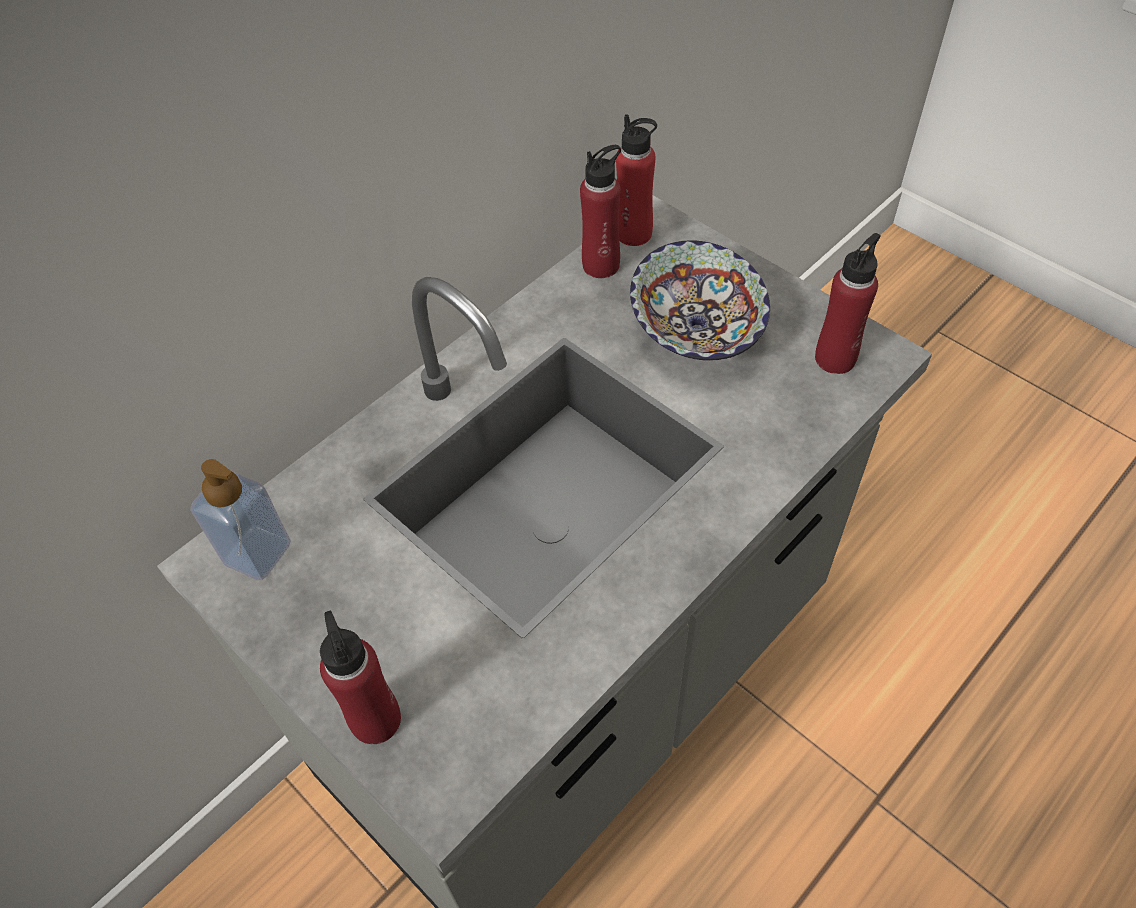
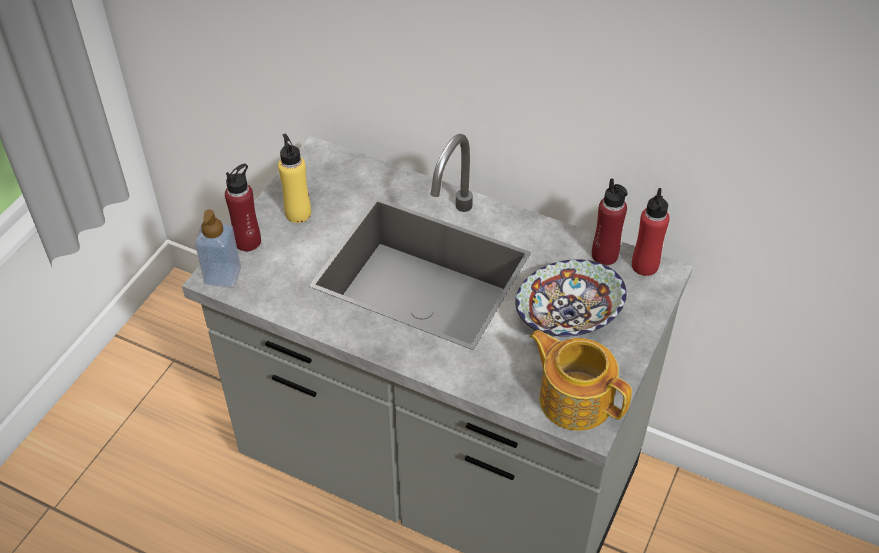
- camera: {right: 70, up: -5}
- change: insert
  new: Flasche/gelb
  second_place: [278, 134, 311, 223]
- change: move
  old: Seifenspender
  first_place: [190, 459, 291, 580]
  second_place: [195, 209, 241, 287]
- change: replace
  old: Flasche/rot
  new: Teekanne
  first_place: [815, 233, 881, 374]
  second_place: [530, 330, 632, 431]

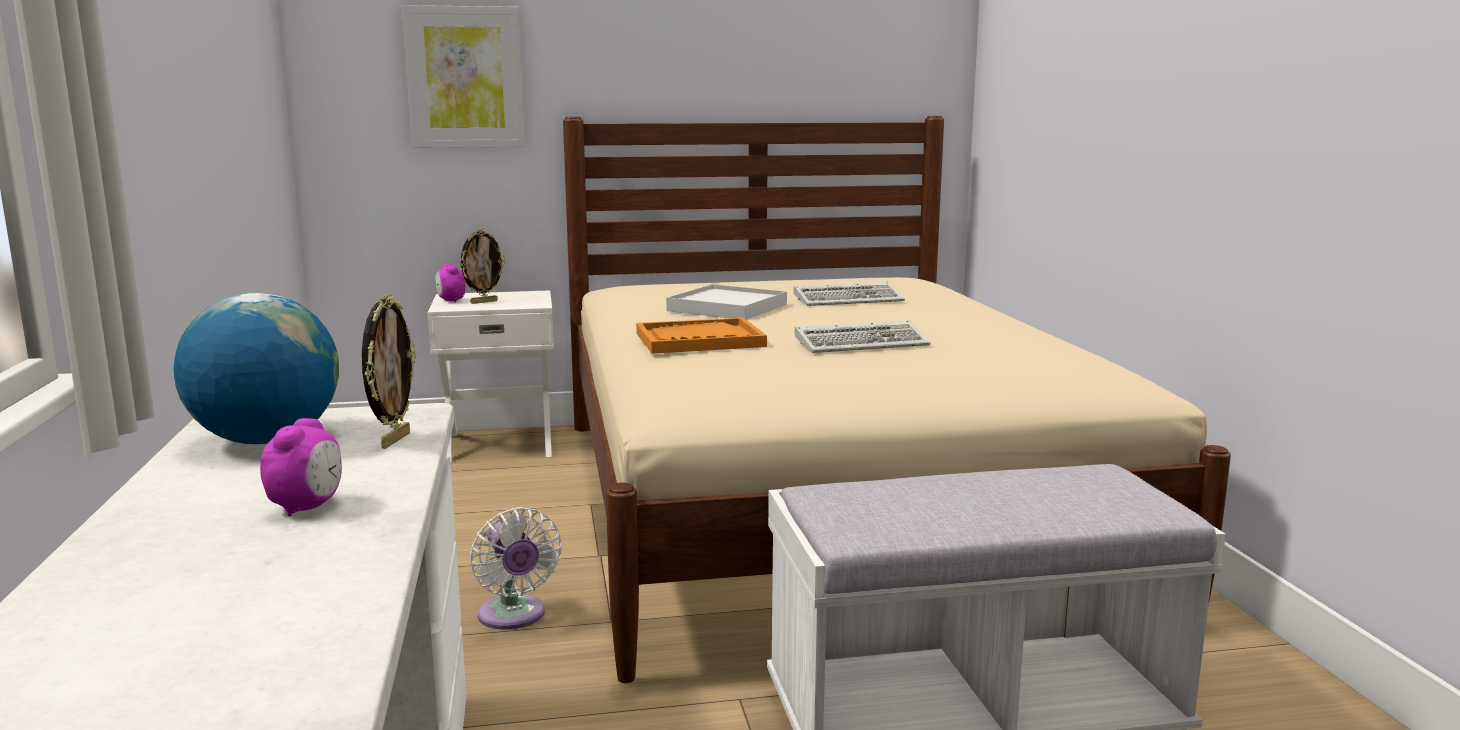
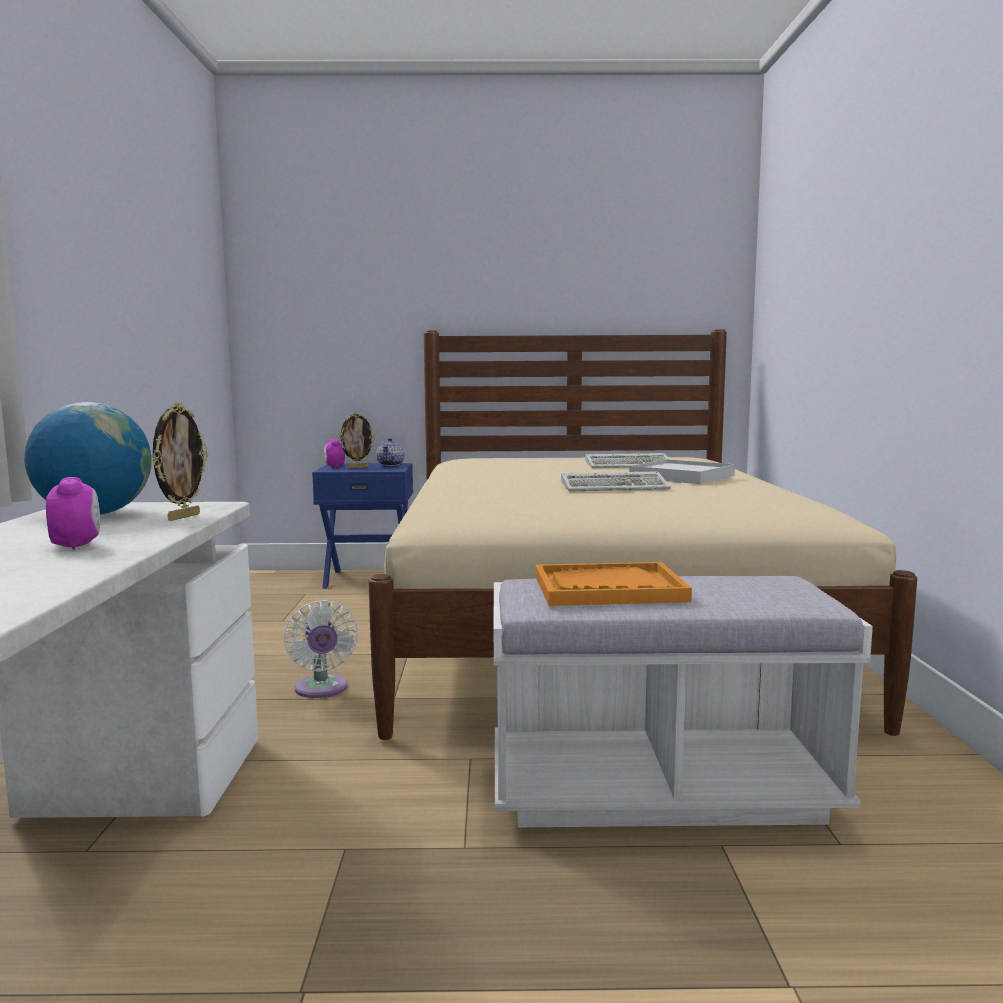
- camera: {right: 10, up: -5}
- change: delete
  old: Bild
  first_place: [402, 5, 525, 148]
- change: insert
  new: Teekanne
  second_place: [376, 438, 404, 466]
- change: move
  old: Tablett/orange
  first_place: [636, 318, 767, 354]
  second_place: [535, 562, 692, 606]
- change: move
  old: Tablett/weiß
  first_place: [666, 284, 787, 320]
  second_place: [629, 459, 735, 484]
- change: recolor
  old: Nachttisch/weiß
  new: Nachttisch/blau
  first_place: [428, 290, 554, 461]
  second_place: [312, 463, 413, 589]
- change: rotate
  old: Wecker
  first_place: [260, 418, 342, 517]
  second_place: [46, 477, 100, 549]
  degrees: -45

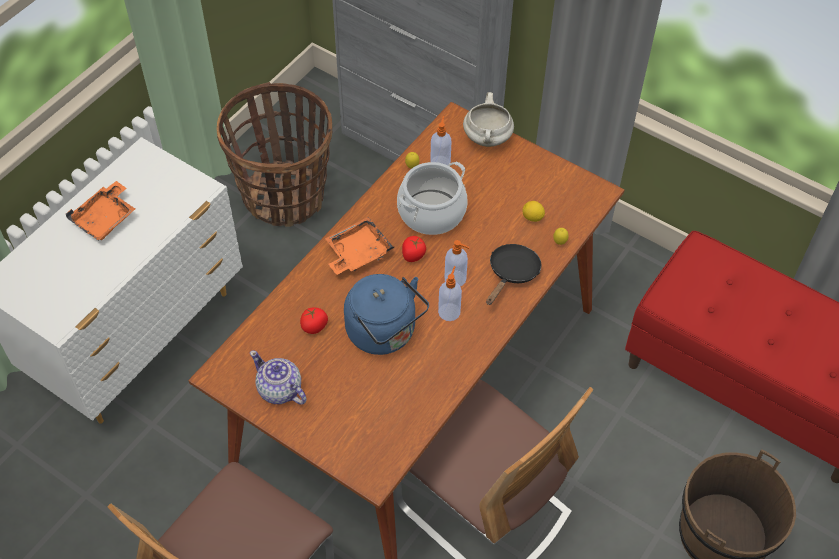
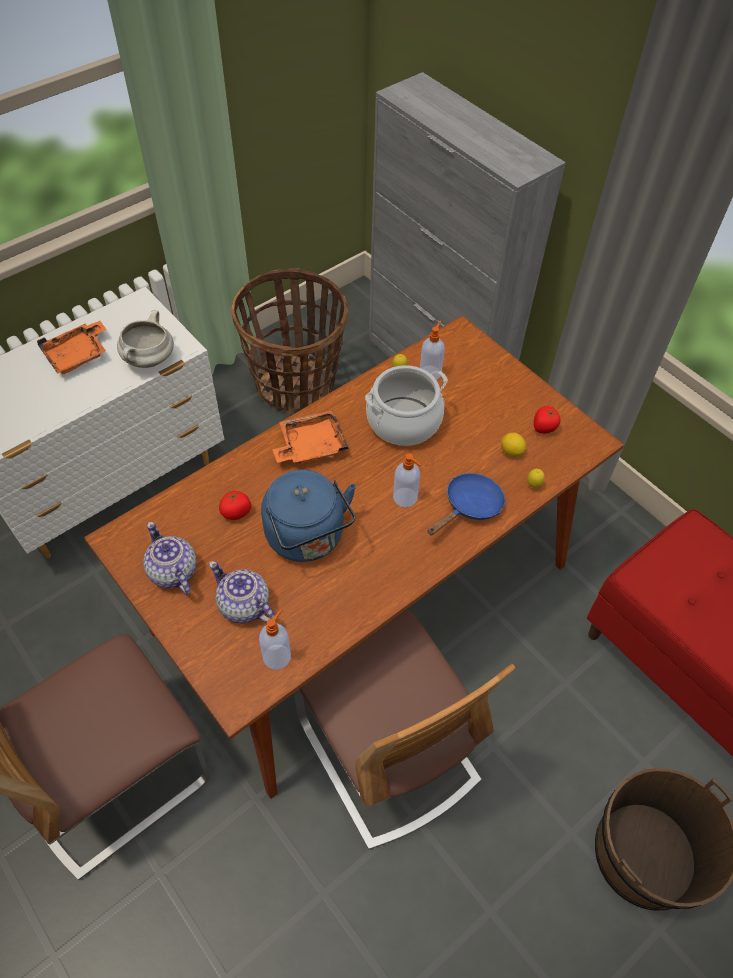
- camera: {right: 15, up: 0}
- change: insert
  new: Teekanne
  second_place: [209, 561, 275, 624]
- change: move
  old: Tomate
  first_place: [402, 236, 426, 262]
  second_place: [534, 406, 561, 434]
- change: move
  old: Seifenspender
  first_place: [438, 266, 462, 321]
  second_place: [259, 609, 291, 670]
- change: move
  old: Kochtopf/weiß
  first_place: [463, 92, 514, 147]
  second_place: [117, 310, 174, 368]
- change: recolor
  old: Pfanne/schwarz
  new: Pfanne/blau
  first_place: [486, 244, 542, 305]
  second_place: [427, 473, 505, 535]

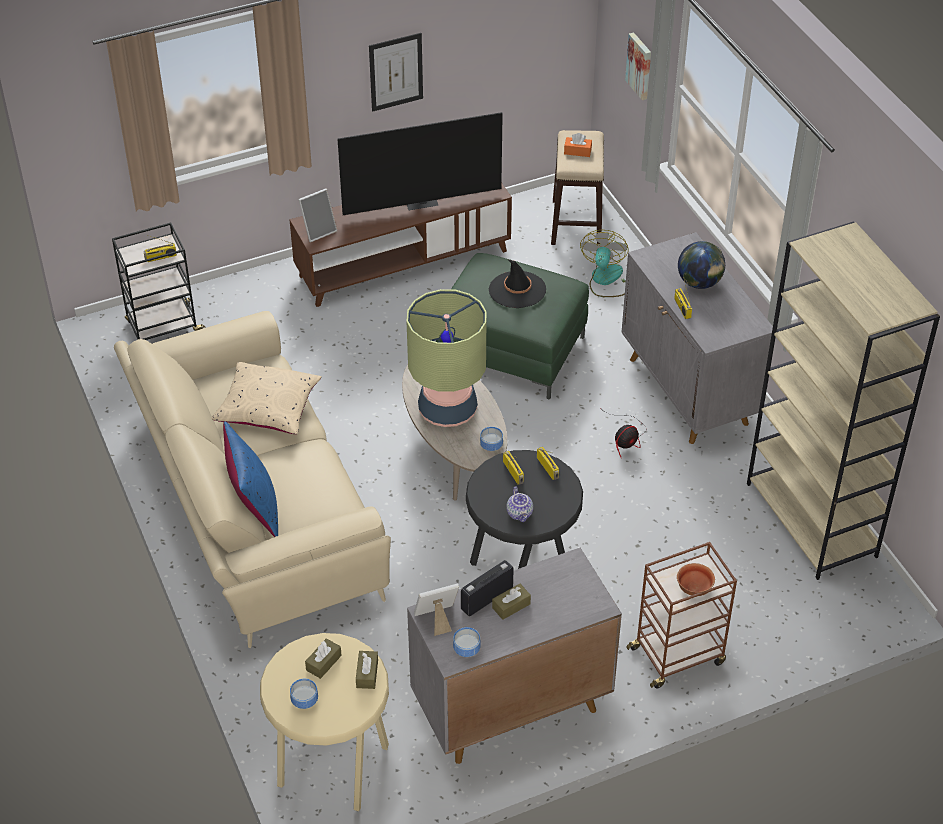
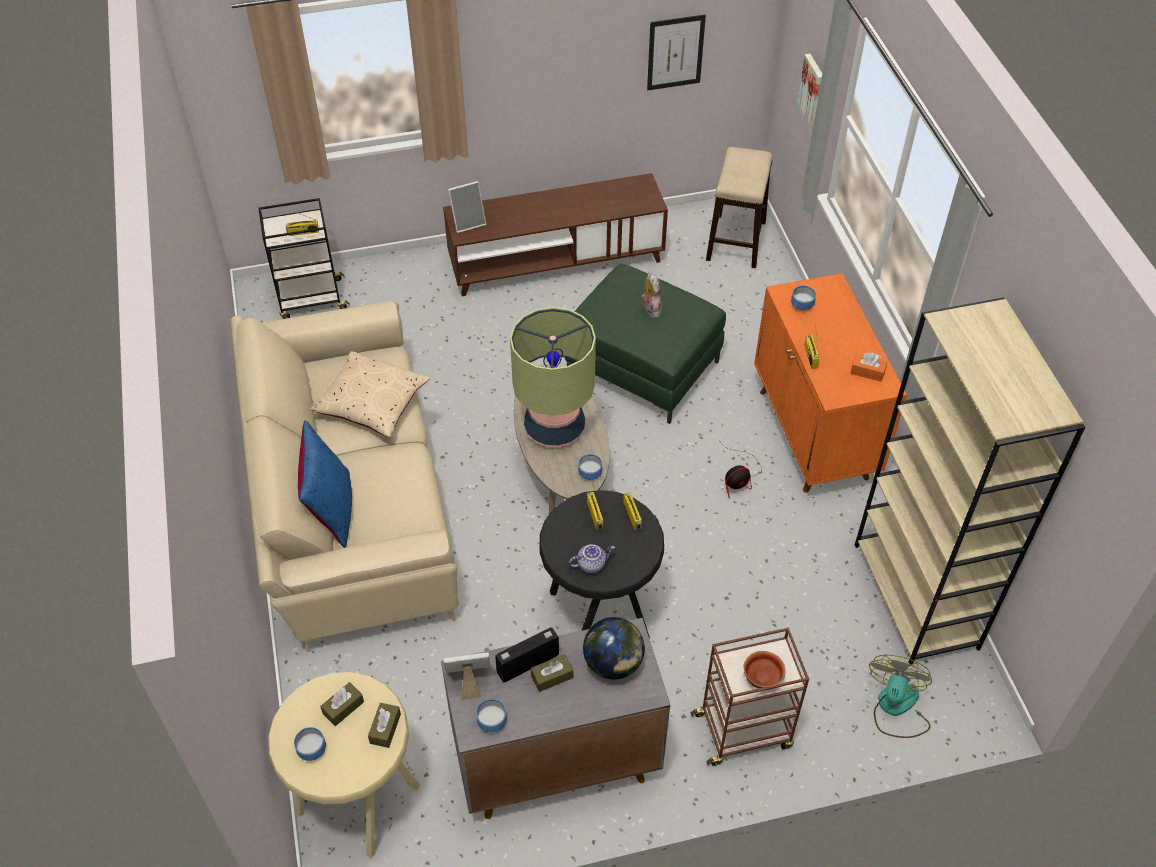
- camera: {right: 10, up: 5}
- change: delete
  old: Fernseher
  first_place: [338, 112, 503, 215]
- change: insert
  new: Schüssel
  second_place: [791, 286, 816, 310]
- change: move
  old: Bild
  first_place: [369, 33, 423, 112]
  second_place: [647, 14, 706, 90]
- change: move
  old: Taschentuchbox/orange
  first_place: [564, 133, 592, 157]
  second_place: [850, 352, 887, 382]
- change: move
  old: Ventilator
  first_place: [580, 230, 628, 297]
  second_place: [869, 655, 932, 738]
- change: move
  old: Globus
  first_place: [678, 241, 725, 289]
  second_place: [583, 617, 645, 680]
- change: replace
  old: Hut/schwarz
  new: Plüschtier
  first_place: [489, 260, 546, 308]
  second_place: [642, 272, 662, 318]
- change: recolor
  old: Schrank/grau
  new: Schrank/orange
  first_place: [621, 232, 776, 444]
  second_place: [754, 273, 907, 493]
- change: rotate
  old: Teekanne
  first_place: [506, 486, 533, 522]
  second_place: [569, 544, 615, 574]
  degrees: -105

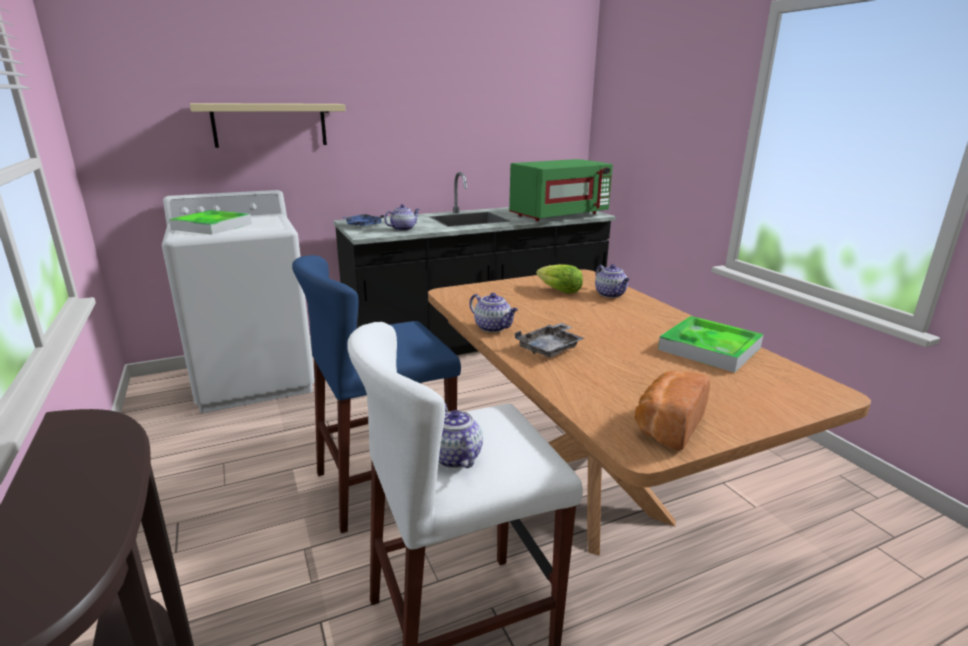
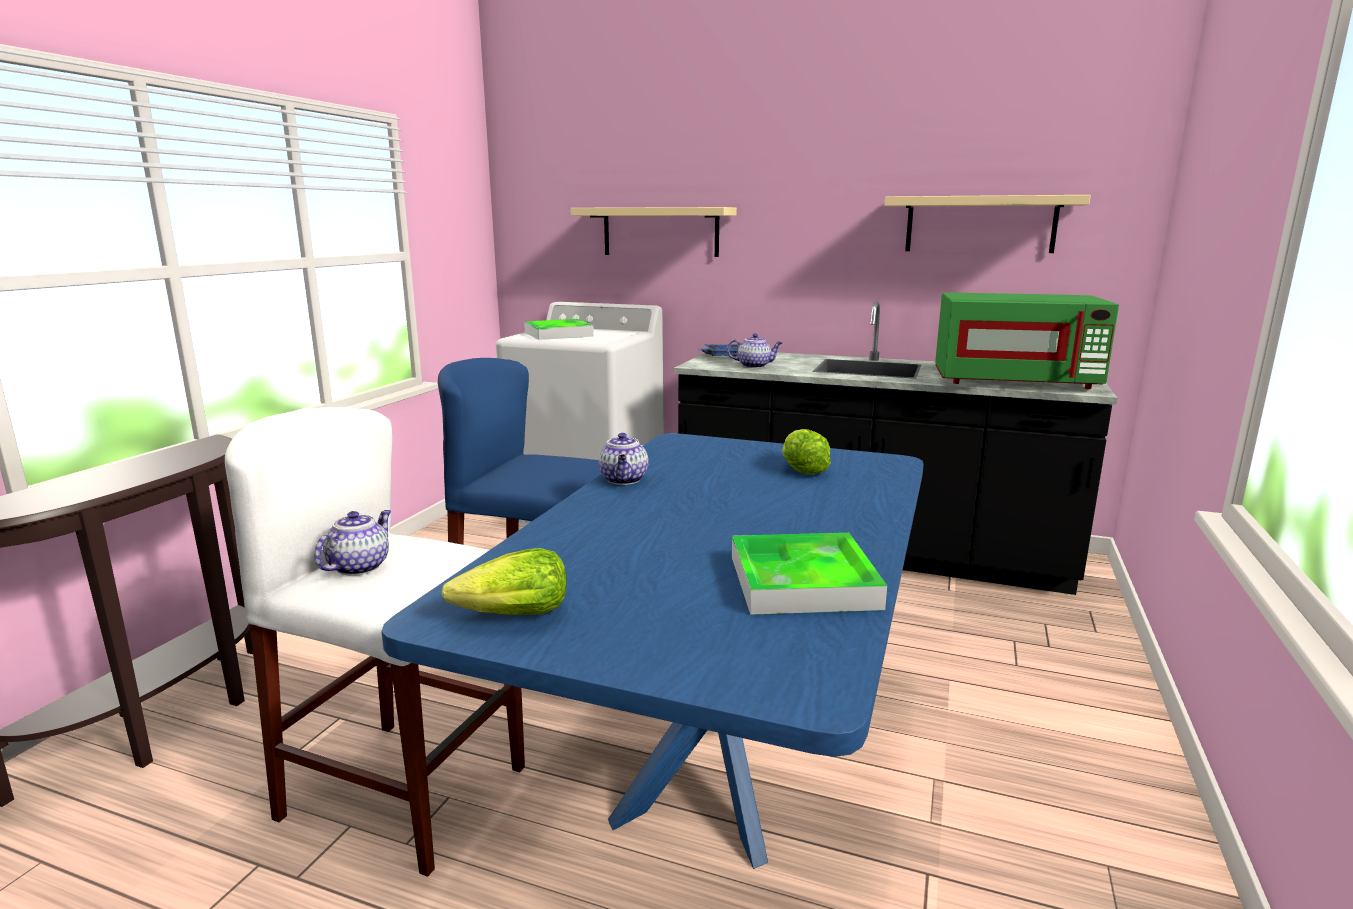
- camera: {right: 45, up: -5}
- change: delete
  old: Tablett/grau
  first_place: [515, 323, 585, 357]
- change: delete
  old: Teekanne
  first_place: [595, 264, 630, 298]
- change: insert
  new: Wandregal/beige
  second_place: [884, 195, 1091, 253]
- change: replace
  old: Brot
  new: Salatkopf
  first_place: [635, 371, 710, 450]
  second_place: [441, 548, 566, 615]
- change: recolor
  old: Esstisch/braun
  new: Esstisch/blau
  first_place: [428, 269, 871, 556]
  second_place: [381, 433, 924, 869]

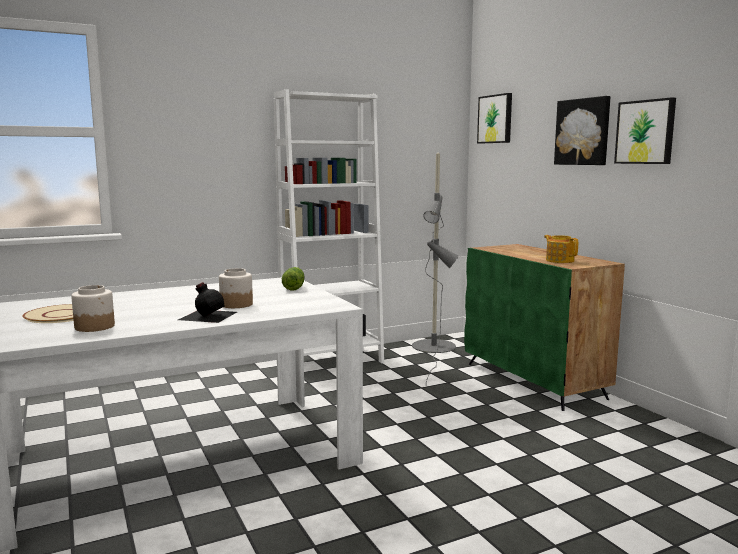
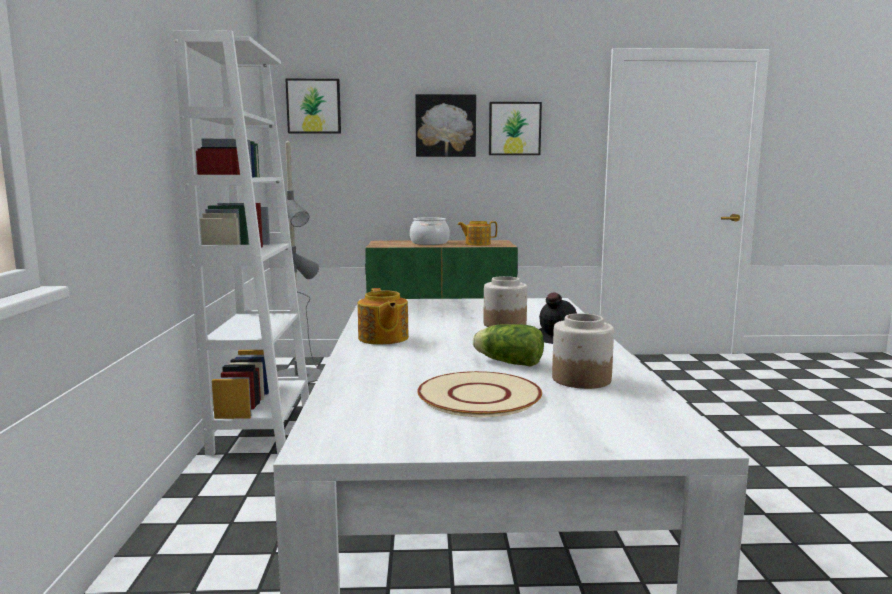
- camera: {right: -65, up: 0}
- change: insert
  new: Teekanne
  second_place: [358, 288, 409, 345]
- change: insert
  new: Kochtopf
  second_place: [410, 217, 450, 245]
- change: move
  old: Salatkopf
  first_place: [282, 267, 305, 290]
  second_place: [473, 324, 544, 367]

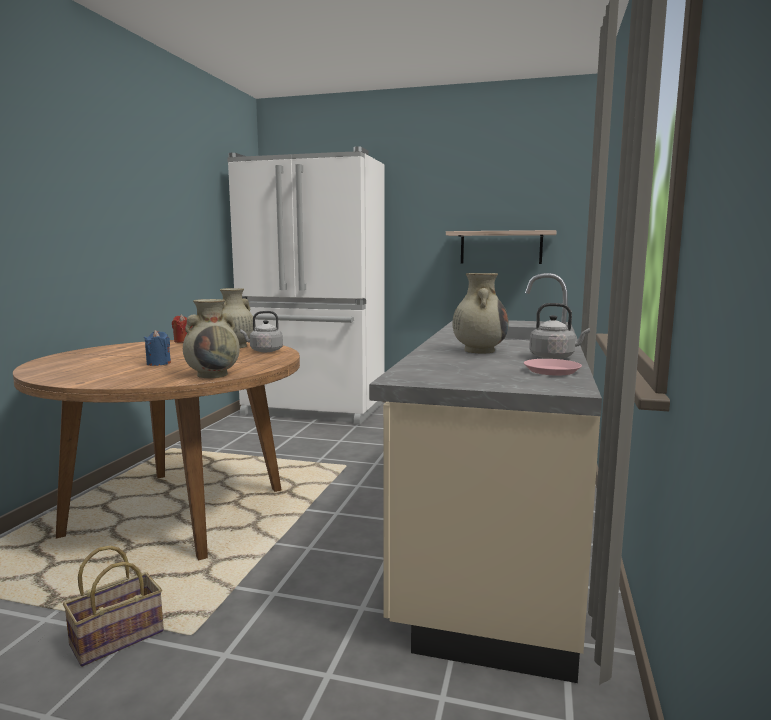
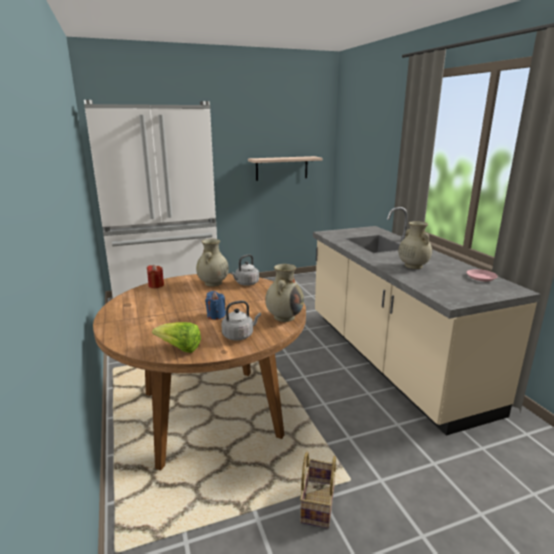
- camera: {right: -35, up: 10}
- change: insert
  new: Salatkopf
  second_place: [152, 322, 201, 353]
- change: move
  old: Wasserkessel/grau
  first_place: [529, 303, 590, 359]
  second_place: [221, 300, 261, 340]

